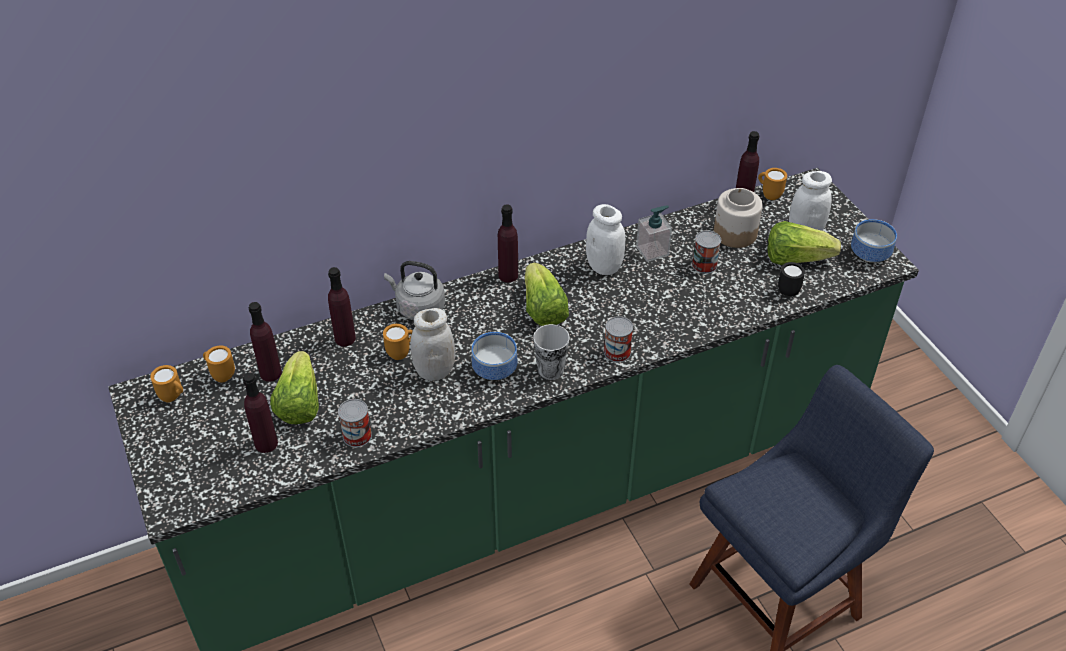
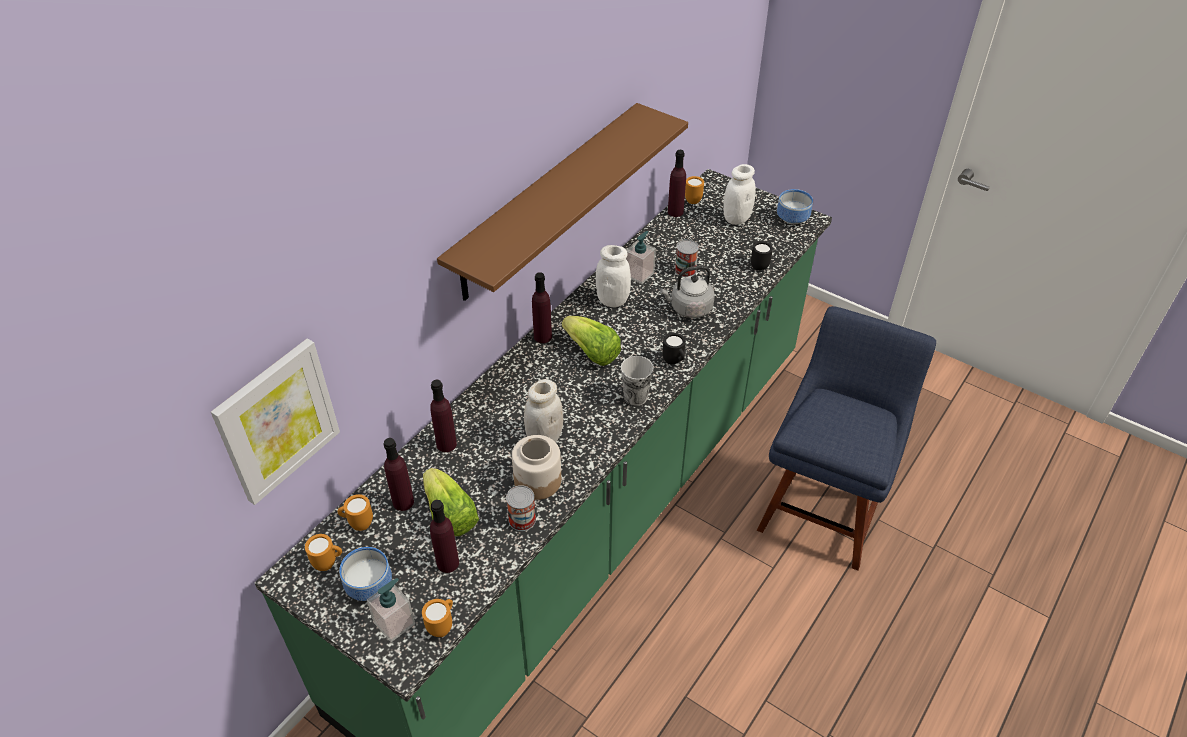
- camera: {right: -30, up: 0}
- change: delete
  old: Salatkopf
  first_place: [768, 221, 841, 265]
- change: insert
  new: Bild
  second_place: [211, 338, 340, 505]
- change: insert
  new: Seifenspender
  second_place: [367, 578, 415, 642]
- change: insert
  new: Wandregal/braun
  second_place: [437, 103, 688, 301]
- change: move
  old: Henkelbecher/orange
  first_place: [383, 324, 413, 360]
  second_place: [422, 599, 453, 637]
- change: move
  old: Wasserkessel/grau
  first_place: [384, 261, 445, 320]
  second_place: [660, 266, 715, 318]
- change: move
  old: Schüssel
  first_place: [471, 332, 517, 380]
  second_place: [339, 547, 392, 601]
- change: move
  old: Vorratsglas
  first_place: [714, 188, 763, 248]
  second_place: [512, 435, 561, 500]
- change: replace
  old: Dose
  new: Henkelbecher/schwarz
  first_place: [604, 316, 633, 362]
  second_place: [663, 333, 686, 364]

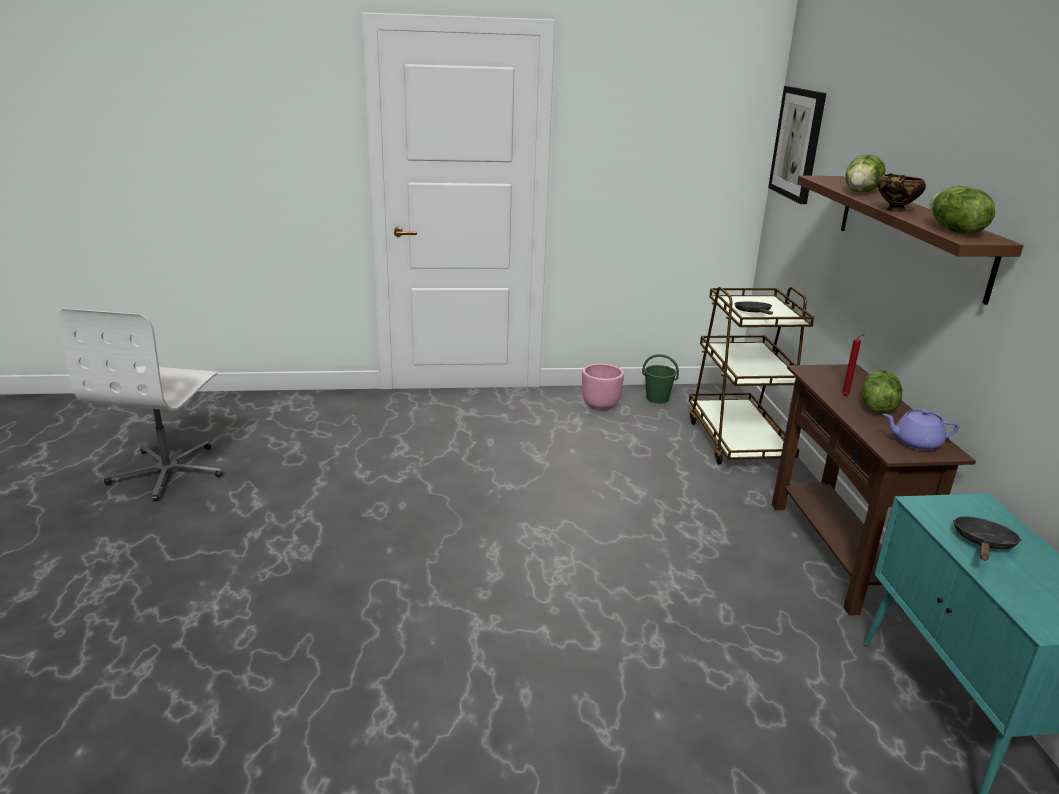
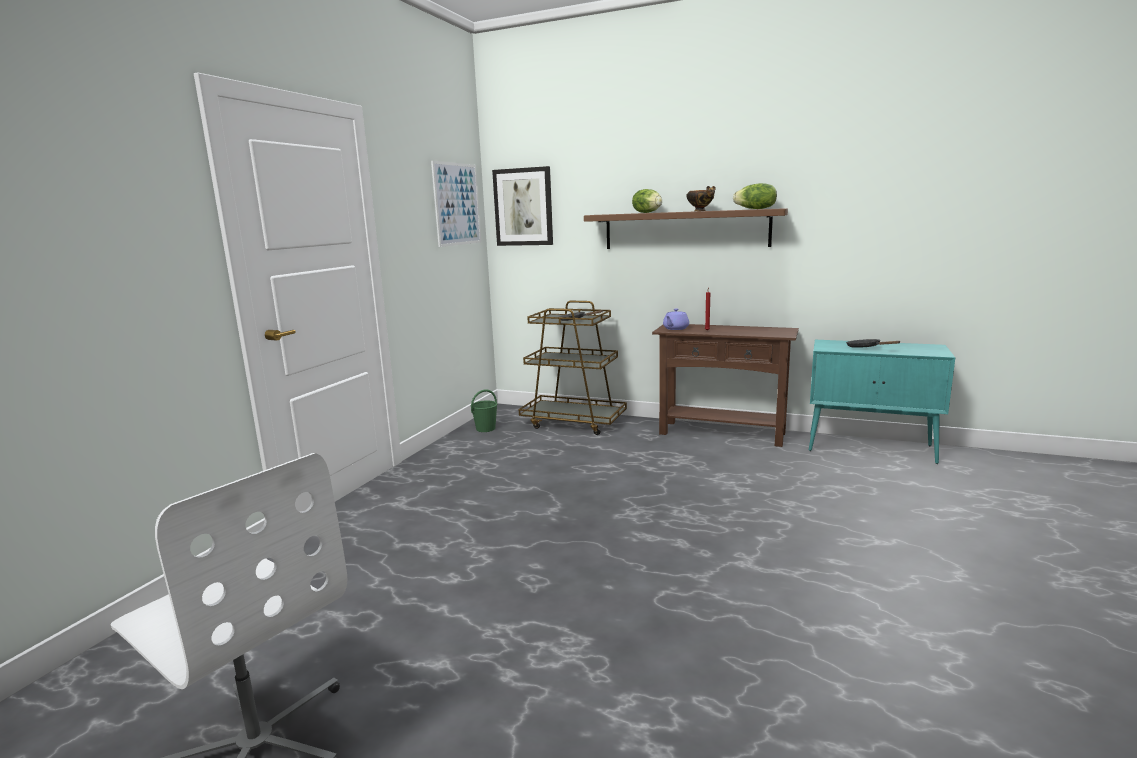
- camera: {right: -60, up: -10}
- change: delete
  old: Pflanzkübel/rosa
  first_place: [582, 364, 624, 411]
- change: delete
  old: Salatkopf
  first_place: [861, 370, 903, 414]
- change: insert
  new: Bild
  second_place: [431, 160, 481, 247]
- change: move
  old: Teekanne/lila
  first_place: [883, 409, 959, 450]
  second_place: [663, 309, 689, 330]

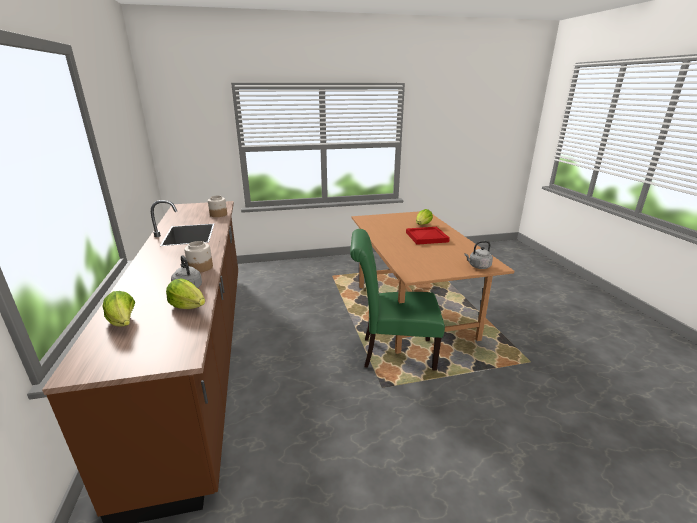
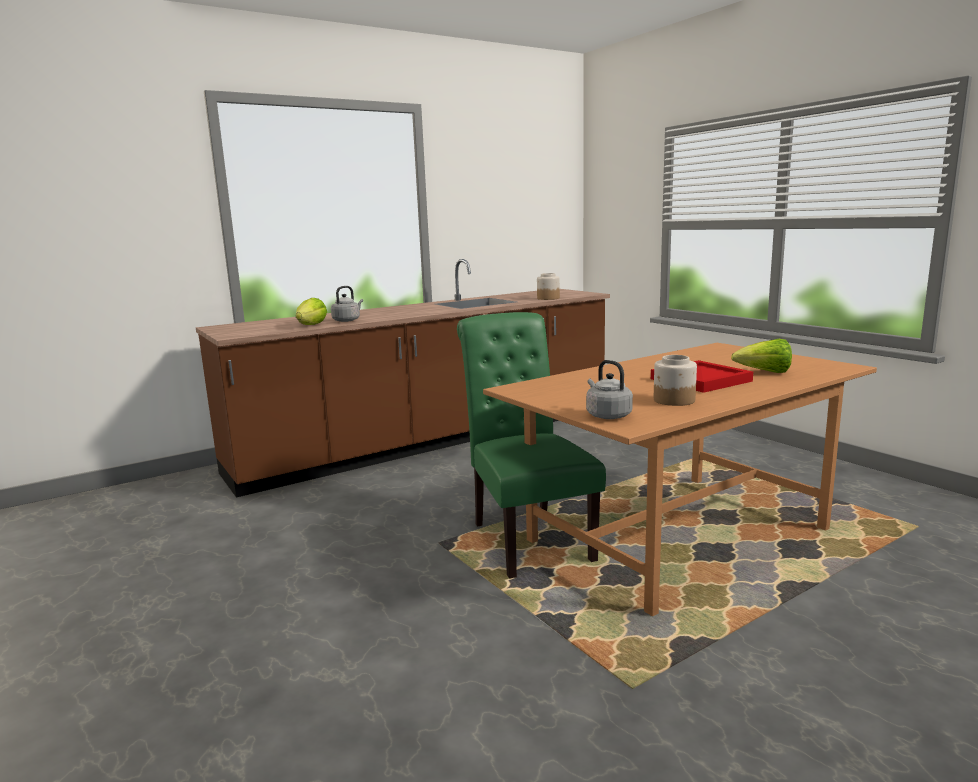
- camera: {right: 70, up: -10}
- change: delete
  old: Salatkopf
  first_place: [102, 291, 135, 327]
- change: move
  old: Vorratsglas
  first_place: [184, 241, 213, 272]
  second_place: [654, 355, 697, 406]

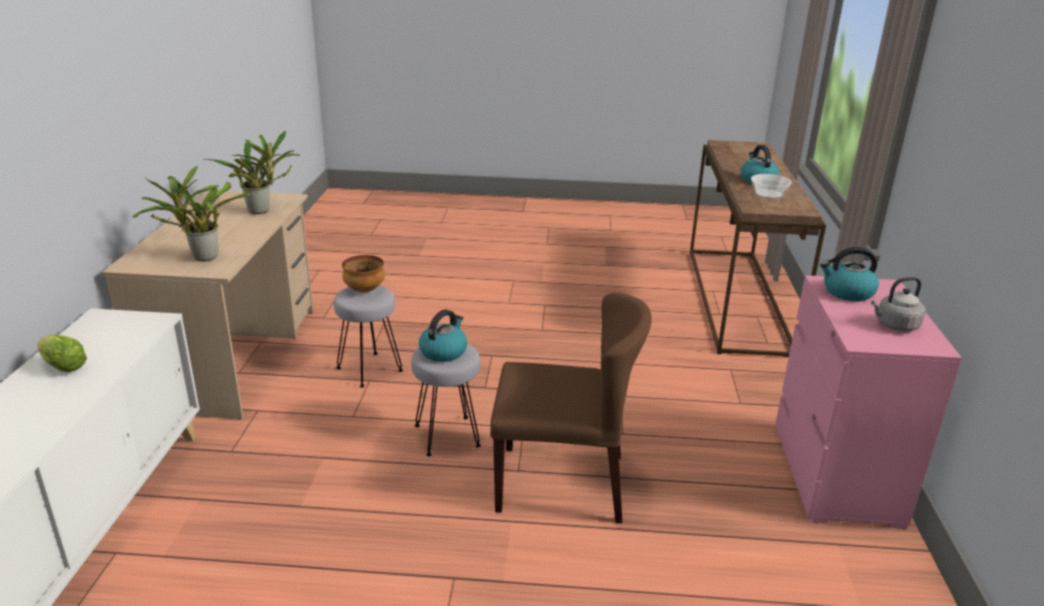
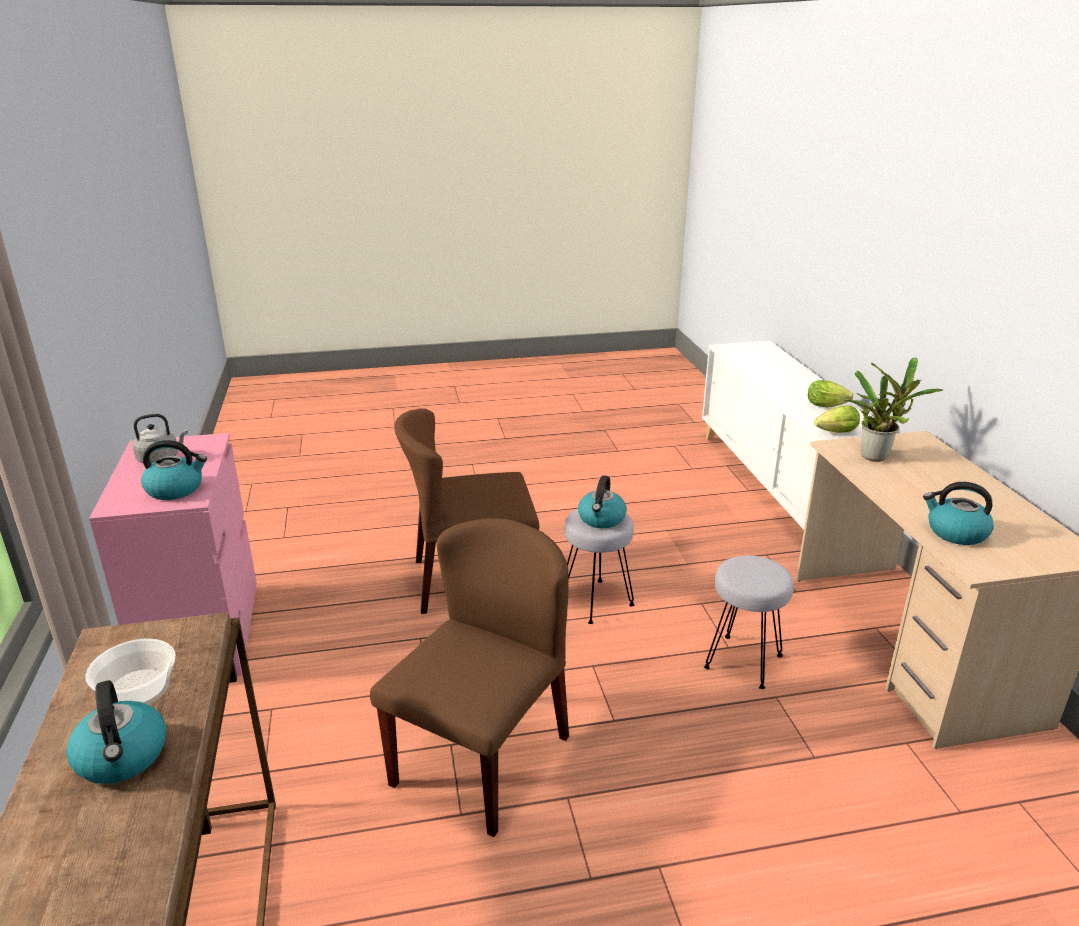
- camera: {right: 165, up: 0}
- change: delete
  old: Schüssel
  first_place: [342, 255, 385, 292]
- change: insert
  new: Stuhl/braun
  second_place: [370, 518, 569, 837]
- change: insert
  new: Salatkopf
  second_place: [814, 405, 860, 433]
- change: replace
  old: Topfpflanze
  new: Wasserkessel
  first_place: [203, 131, 300, 214]
  second_place: [923, 482, 994, 545]

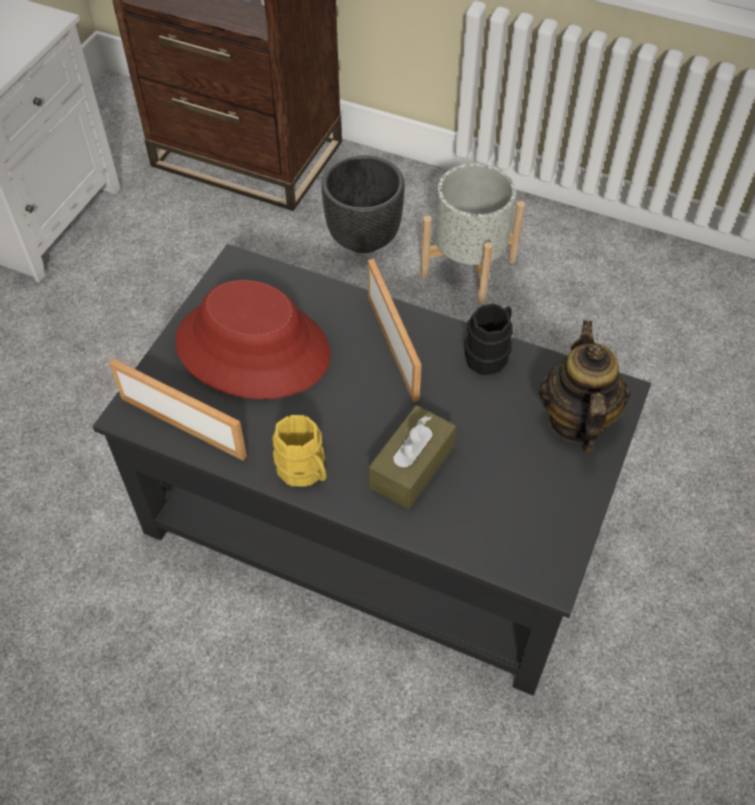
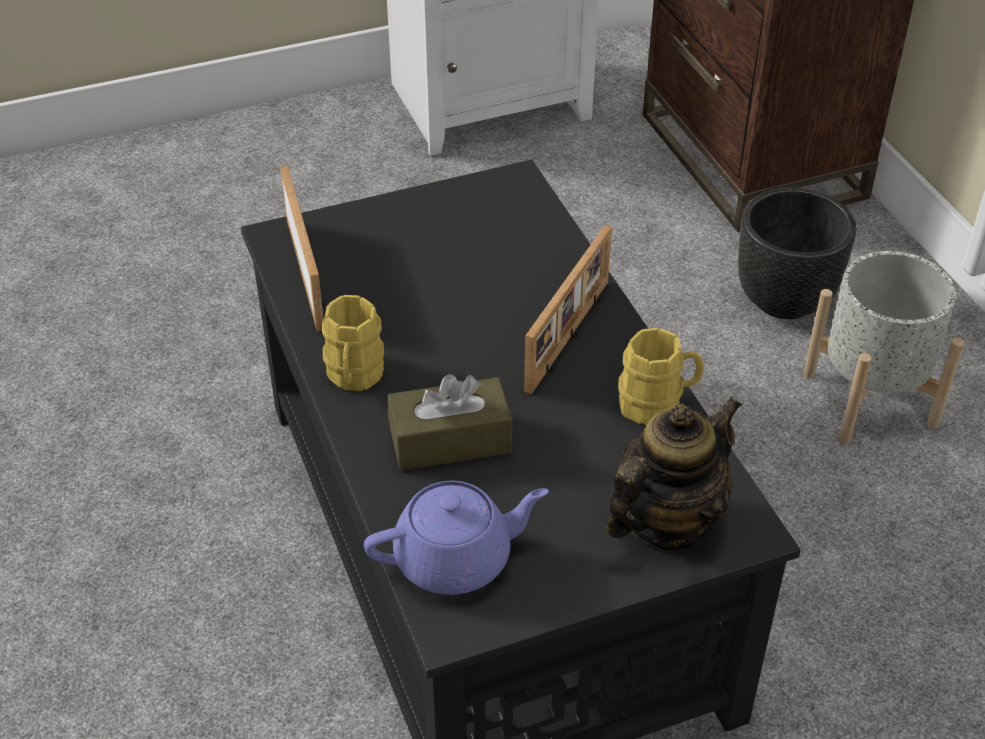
- camera: {right: 45, up: -10}
- change: delete
  old: Hut/rot
  first_place: [175, 280, 330, 399]
- change: insert
  new: Teekanne/lila
  second_place: [364, 481, 549, 595]
- change: recolor
  old: Henkelbecher/schwarz
  new: Henkelbecher/gelb
  first_place: [464, 303, 513, 375]
  second_place: [618, 328, 703, 425]

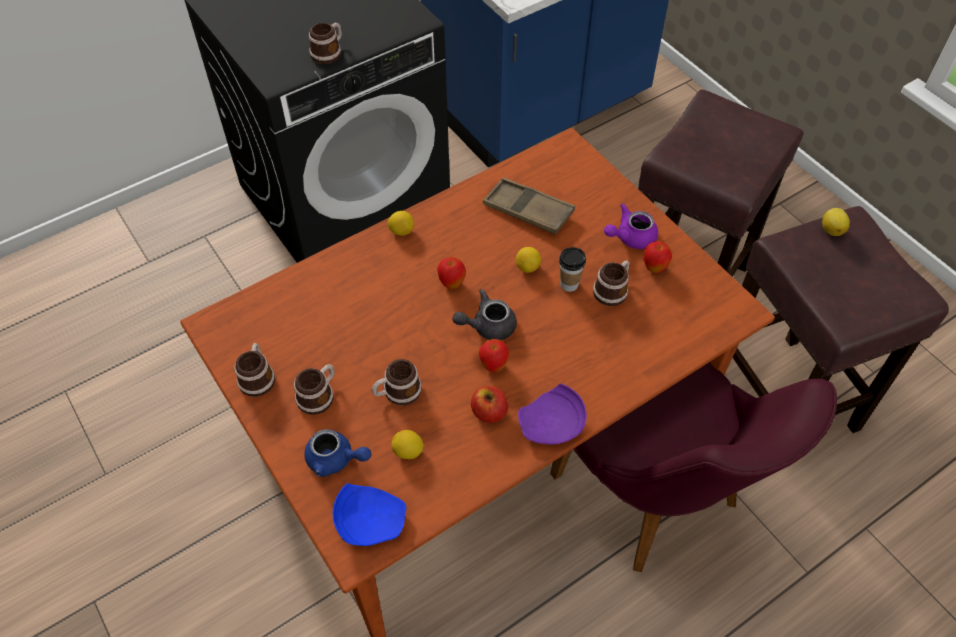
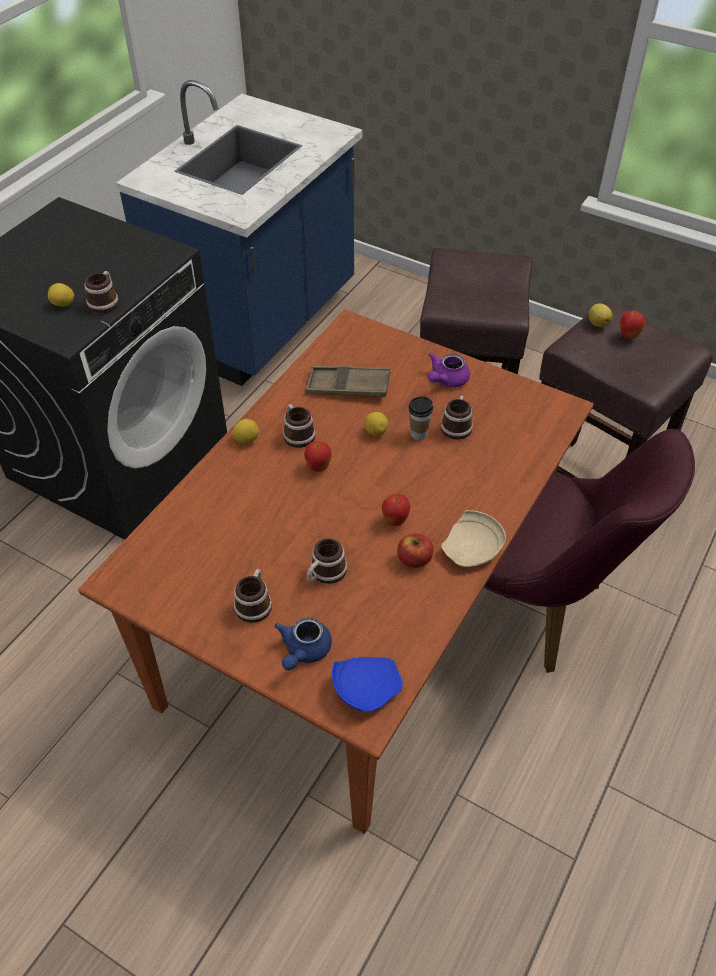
- camera: {right: -25, up: -5}
- change: delete
  old: Teekanne/grau
  first_place: [452, 289, 517, 340]
- change: move
  old: Henkelbecher
  first_place: [235, 343, 275, 397]
  second_place: [283, 404, 316, 448]
- change: move
  old: Zitrone
  first_place: [391, 430, 424, 459]
  second_place: [48, 283, 74, 307]
- change: move
  old: Apfel
  first_place: [644, 241, 672, 273]
  second_place: [620, 310, 645, 339]
- change: recolor
  old: Teller/lila
  new: Teller/beige
  first_place: [518, 383, 587, 445]
  second_place: [441, 510, 506, 567]
- change: rotate
  old: Teekanne/blau
  first_place: [304, 429, 371, 477]
  second_place: [274, 617, 332, 670]
  degrees: 120

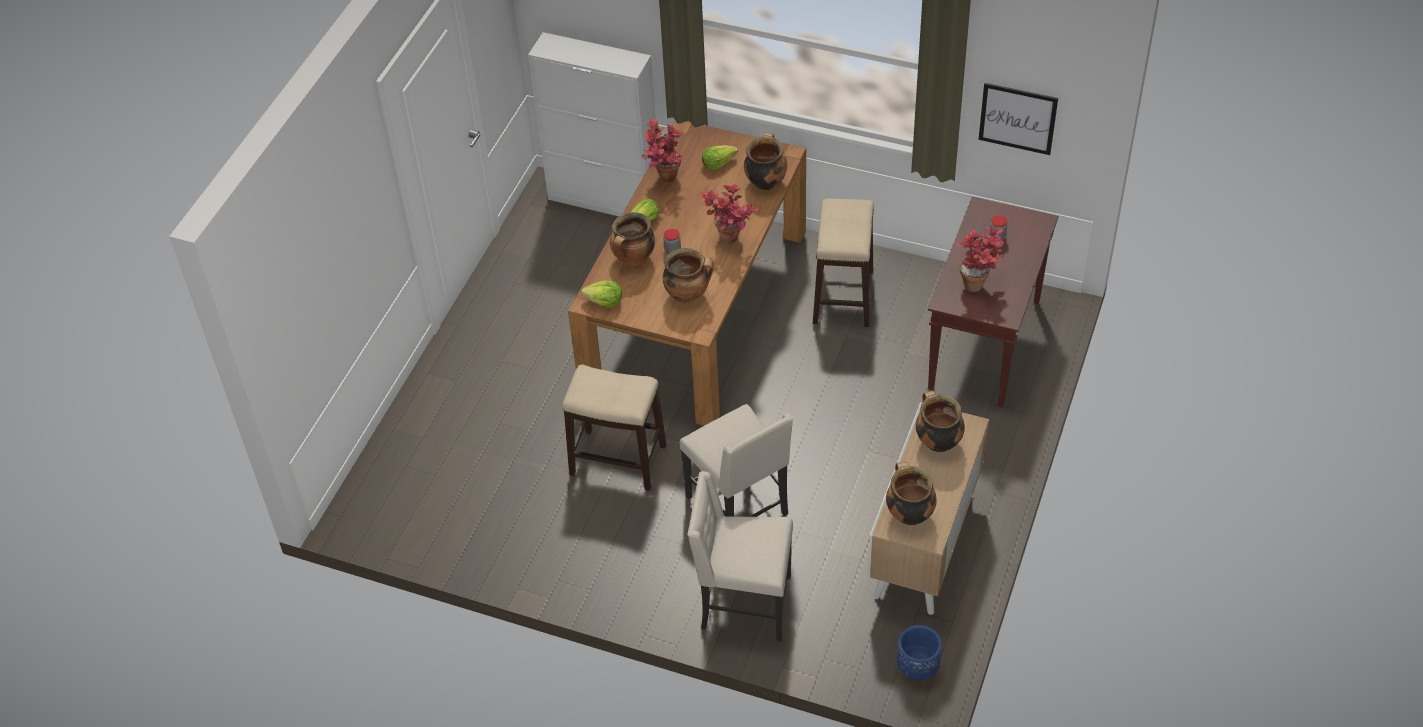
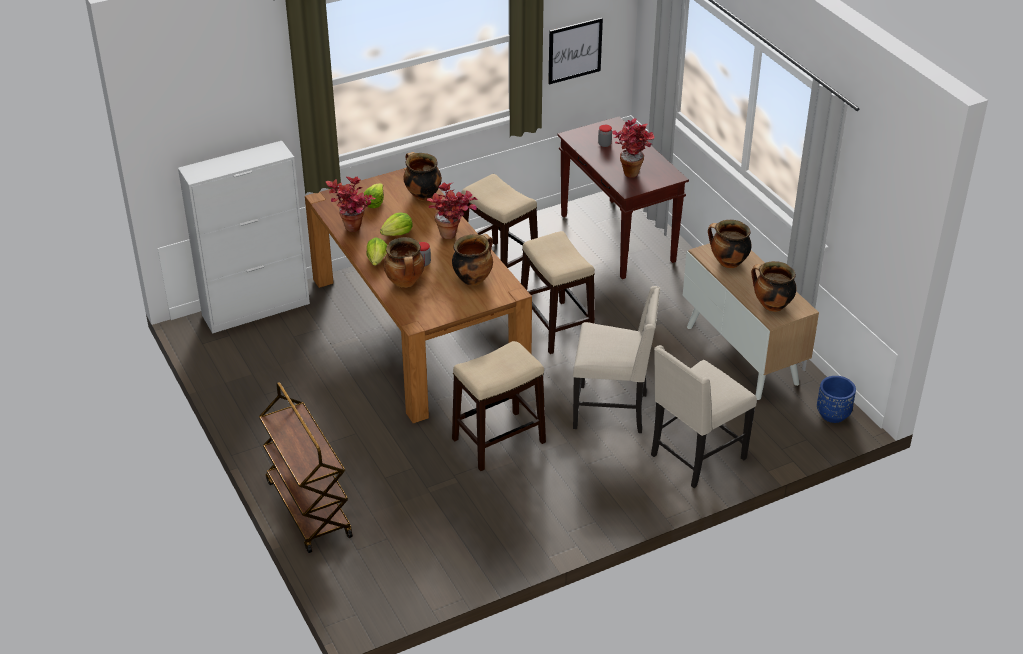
- camera: {right: -50, up: -10}
- change: insert
  new: Rollwagen/braun
  second_place: [259, 382, 353, 553]
- change: insert
  new: Hocker
  second_place: [521, 231, 595, 354]
- change: move
  old: Salatkopf
  first_place: [581, 280, 622, 308]
  second_place: [380, 213, 413, 236]

